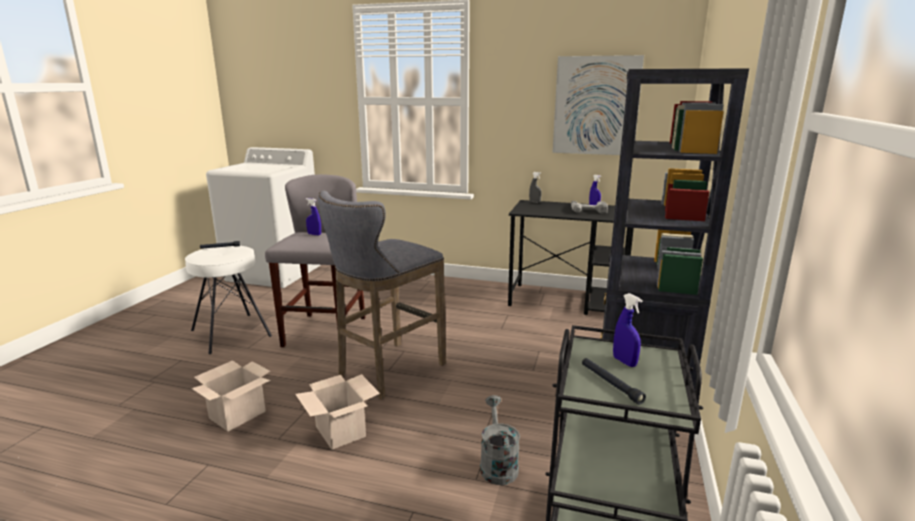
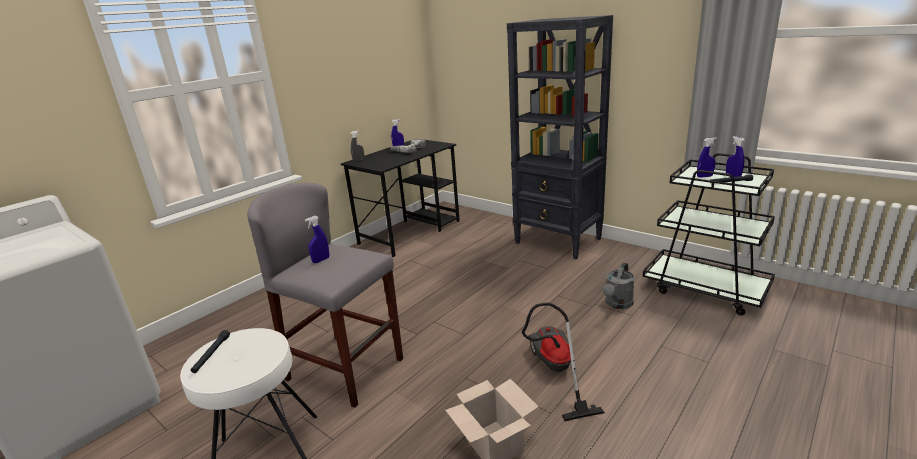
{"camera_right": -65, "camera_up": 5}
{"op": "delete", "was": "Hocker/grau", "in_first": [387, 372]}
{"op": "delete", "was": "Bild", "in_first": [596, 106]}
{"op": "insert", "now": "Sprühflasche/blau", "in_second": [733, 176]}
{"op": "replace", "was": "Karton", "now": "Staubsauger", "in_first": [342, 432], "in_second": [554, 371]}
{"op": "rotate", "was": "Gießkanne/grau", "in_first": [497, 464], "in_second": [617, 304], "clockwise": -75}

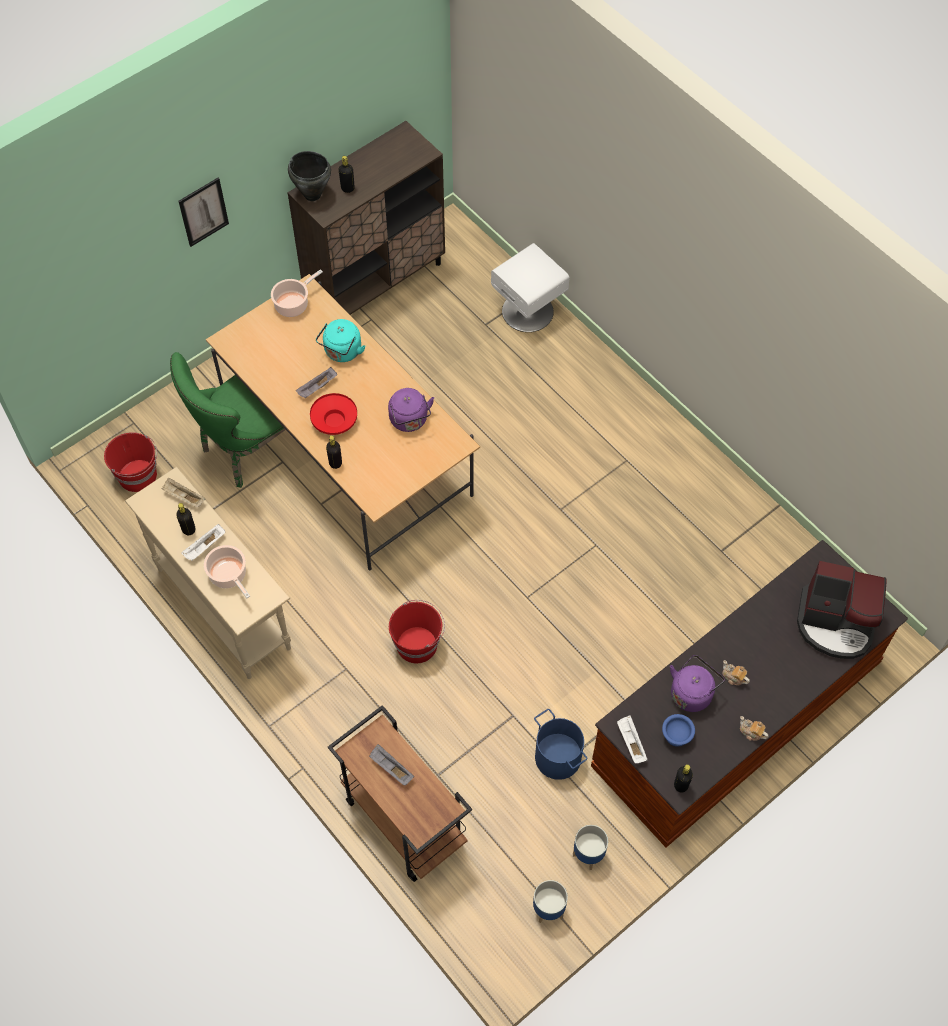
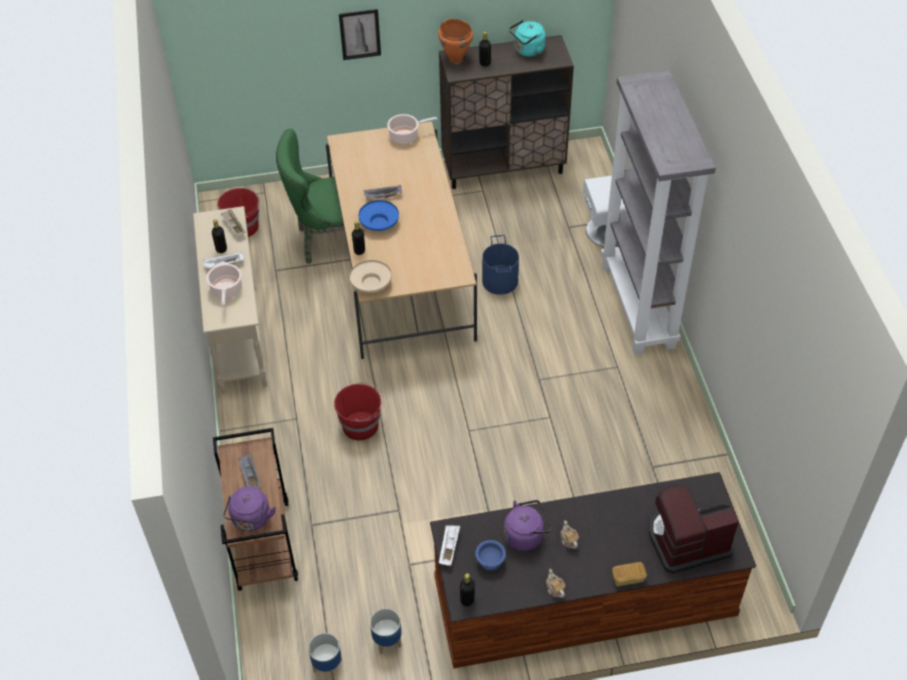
{"camera_right": 30, "camera_up": -10}
{"op": "insert", "now": "Schüssel/beige", "in_second": [371, 284]}
{"op": "insert", "now": "Bücherregal/grau", "in_second": [639, 305]}
{"op": "insert", "now": "Brot", "in_second": [628, 578]}
{"op": "move", "was": "Wasserkessel/türkis", "in_first": [342, 352], "in_second": [527, 51]}
{"op": "move", "was": "Wasserkessel/lila", "in_first": [410, 421], "in_second": [251, 520]}
{"op": "move", "was": "Eimer/blau", "in_first": [558, 757], "in_second": [500, 281]}
{"op": "recolor", "was": "Kochtopf/schwarz", "now": "Kochtopf/orange", "in_first": [312, 194], "in_second": [456, 58]}
{"op": "recolor", "was": "Schüssel/rot", "now": "Schüssel/blau", "in_first": [334, 421], "in_second": [379, 223]}
{"op": "rotate", "was": "Kaffeemaschine", "in_first": [836, 624], "in_second": [686, 541], "clockwise": 120}

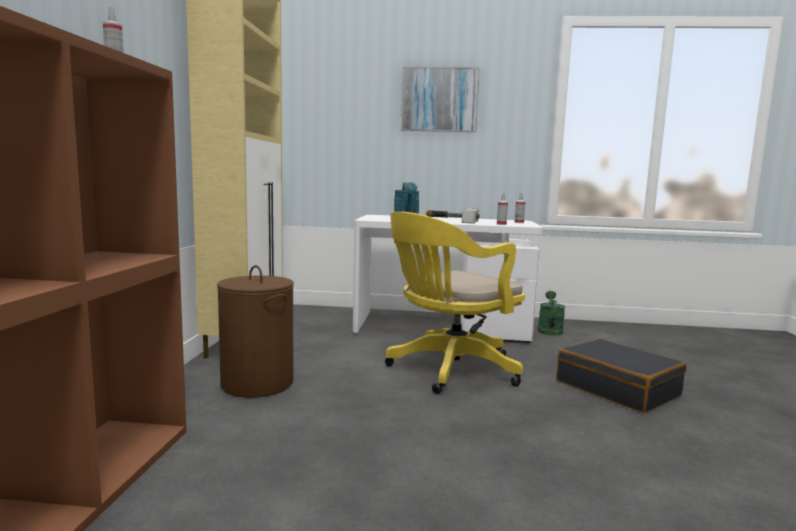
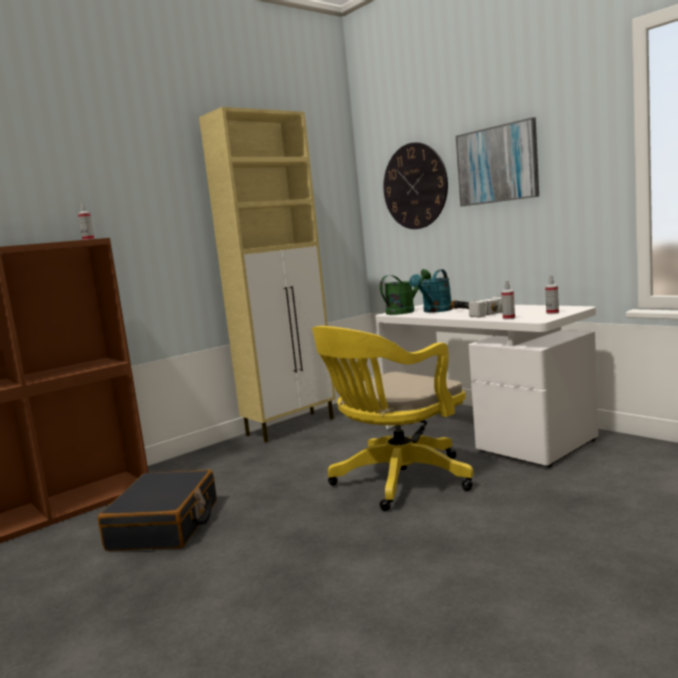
{"camera_right": 45, "camera_up": 0}
{"op": "delete", "was": "Wäschekorb/braun", "in_first": [257, 383]}
{"op": "insert", "now": "Wanduhr", "in_second": [415, 186]}
{"op": "move", "was": "Gießkanne/grün", "in_first": [549, 330], "in_second": [404, 311]}
{"op": "move", "was": "Koffer/schwarz", "in_first": [617, 388], "in_second": [165, 525]}
{"op": "rotate", "was": "Bürostuhl/gelb", "in_first": [448, 370], "in_second": [396, 481], "clockwise": -45}

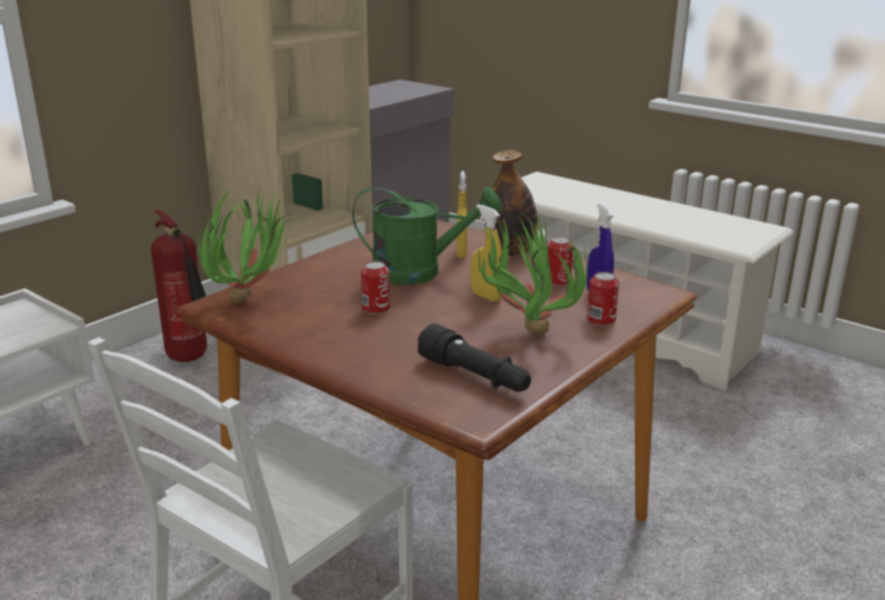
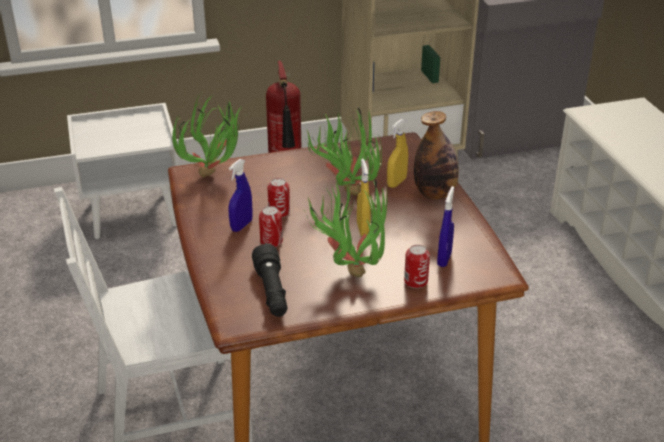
{"camera_right": 35, "camera_up": 10}
{"op": "insert", "now": "Sprühflasche/blau", "in_second": [241, 226]}
{"op": "move", "was": "Dose", "in_first": [557, 280], "in_second": [271, 241]}
{"op": "replace", "was": "Gießkanne/grün", "now": "Topfpflanze", "in_first": [419, 272], "in_second": [345, 190]}

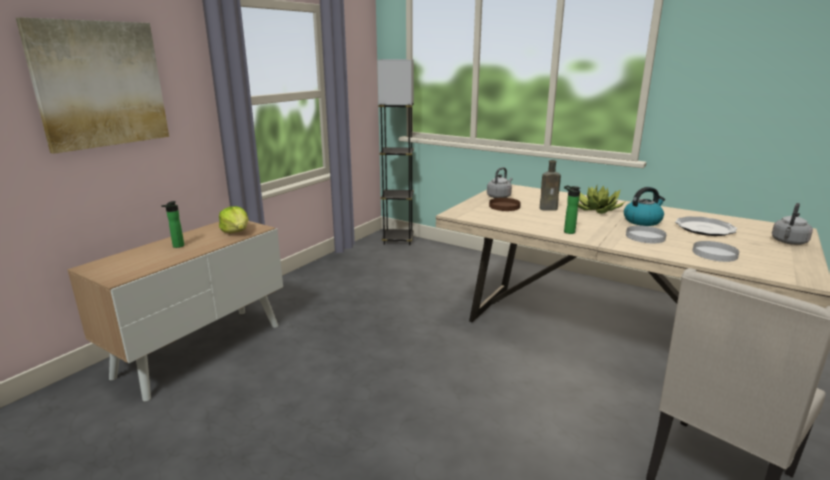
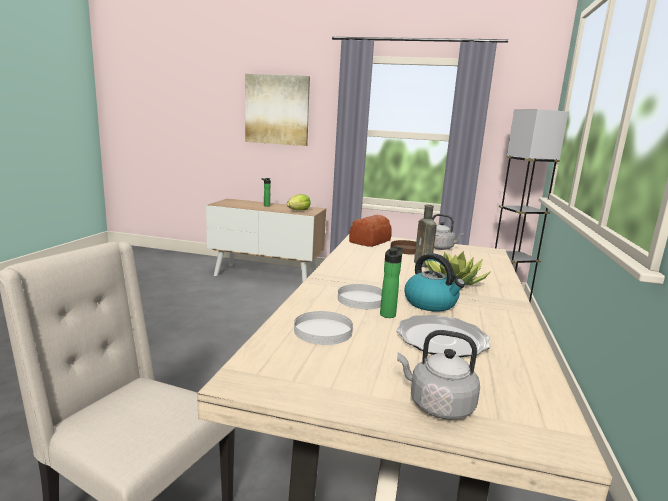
{"camera_right": 70, "camera_up": -5}
{"op": "insert", "now": "Brot", "in_second": [369, 241]}
{"op": "move", "was": "Flasche", "in_first": [567, 231], "in_second": [388, 314]}

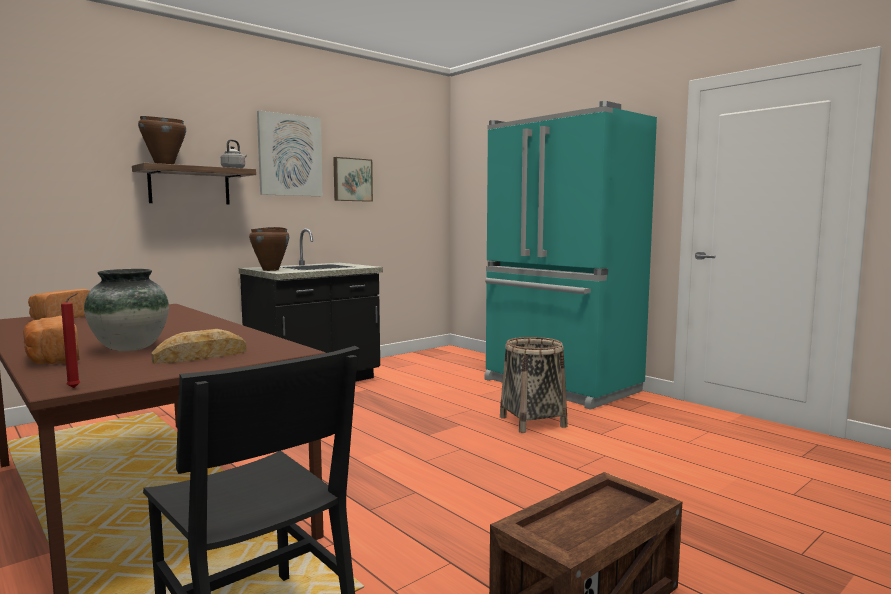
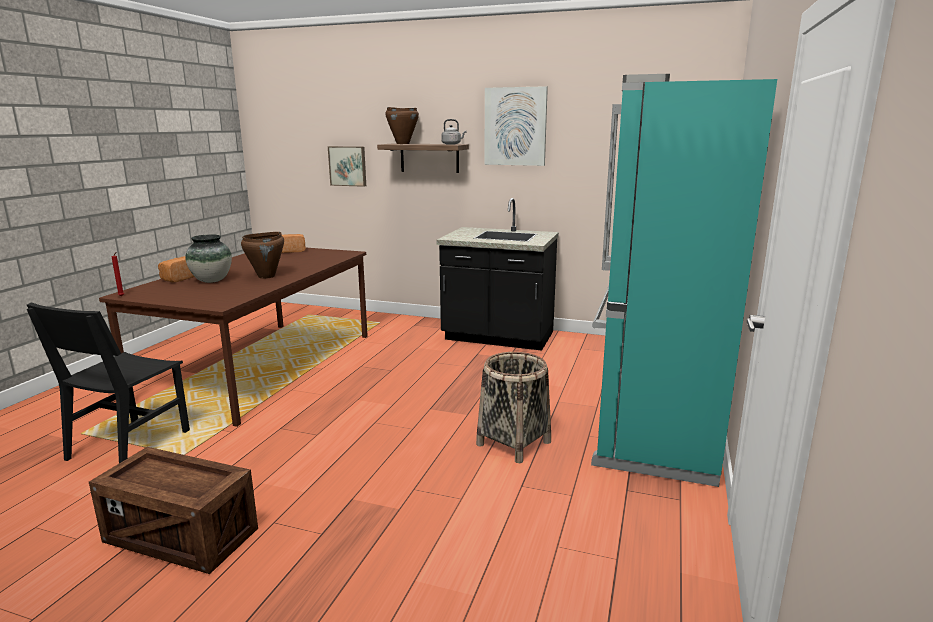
{"camera_right": 60, "camera_up": 10}
{"op": "delete", "was": "Brot", "in_first": [201, 356]}
{"op": "move", "was": "Kochtopf/braun", "in_first": [271, 270], "in_second": [267, 276]}
{"op": "move", "was": "Bild", "in_first": [352, 180], "in_second": [348, 166]}

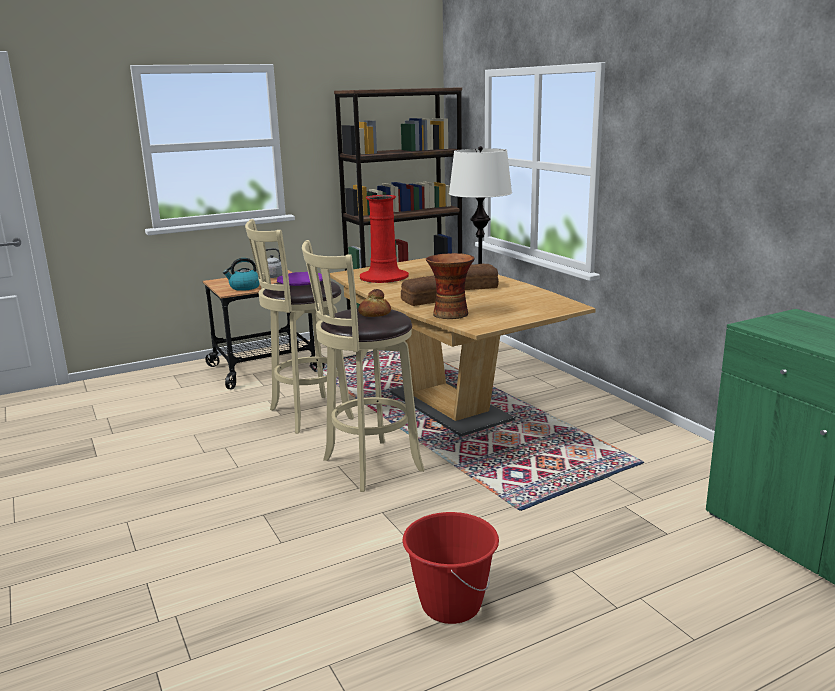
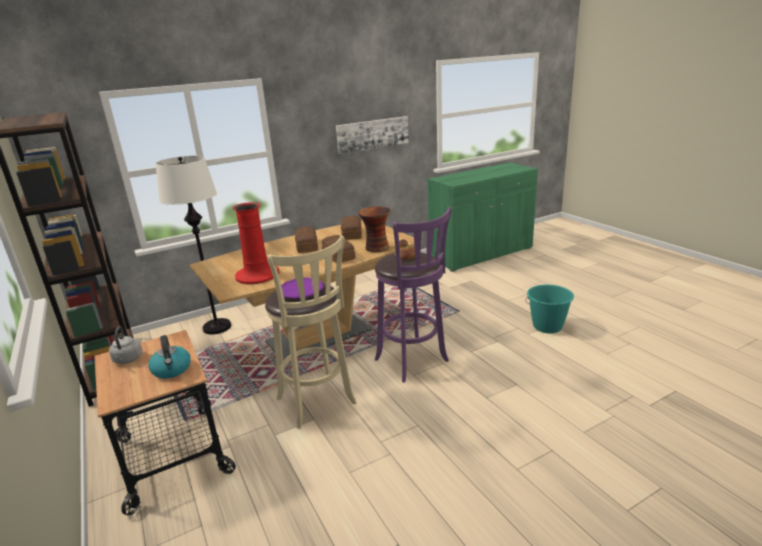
{"camera_right": -90, "camera_up": 5}
{"op": "insert", "now": "Bild", "in_second": [372, 134]}
{"op": "insert", "now": "Brot", "in_second": [351, 234]}
{"op": "recolor", "was": "Hocker/beige", "now": "Hocker/lila", "in_first": [368, 466], "in_second": [413, 362]}
{"op": "recolor", "was": "Eimer/rot", "now": "Eimer/türkis", "in_first": [450, 605], "in_second": [547, 327]}

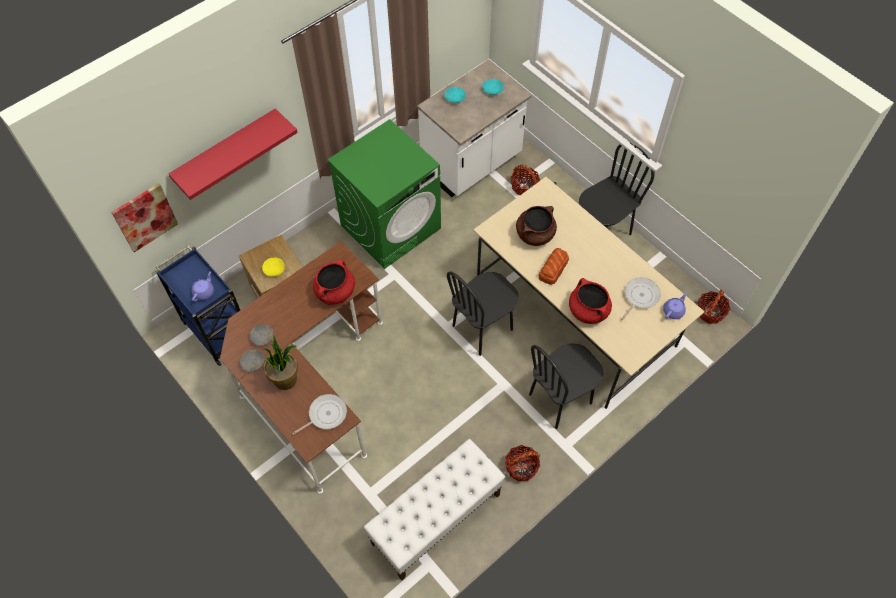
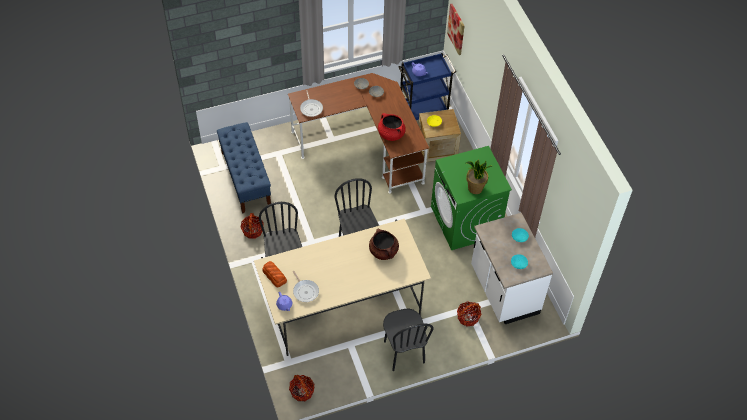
{"camera_right": 110, "camera_up": -5}
{"op": "delete", "was": "Wandregal/rot", "in_first": [226, 150]}
{"op": "delete", "was": "Kochtopf/rot", "in_first": [588, 310]}
{"op": "move", "was": "Topfpflanze", "in_first": [286, 379], "in_second": [475, 188]}
{"op": "move", "was": "Brot", "in_first": [553, 268], "in_second": [274, 275]}
{"op": "recolor", "was": "Bank/weiß", "now": "Bank/blau", "in_first": [436, 519], "in_second": [245, 178]}

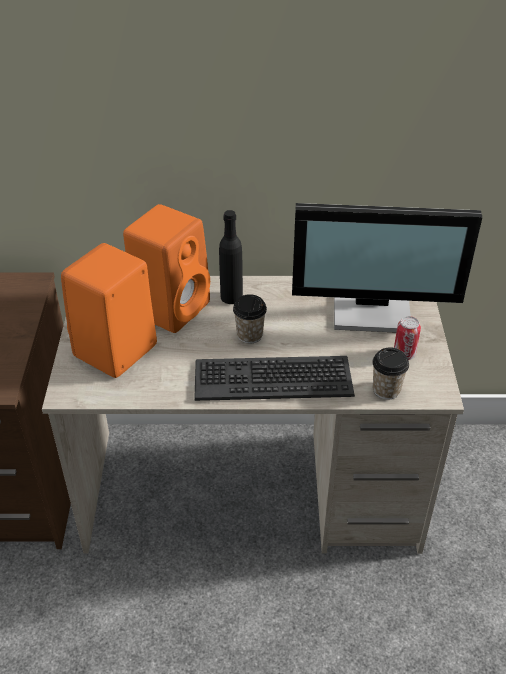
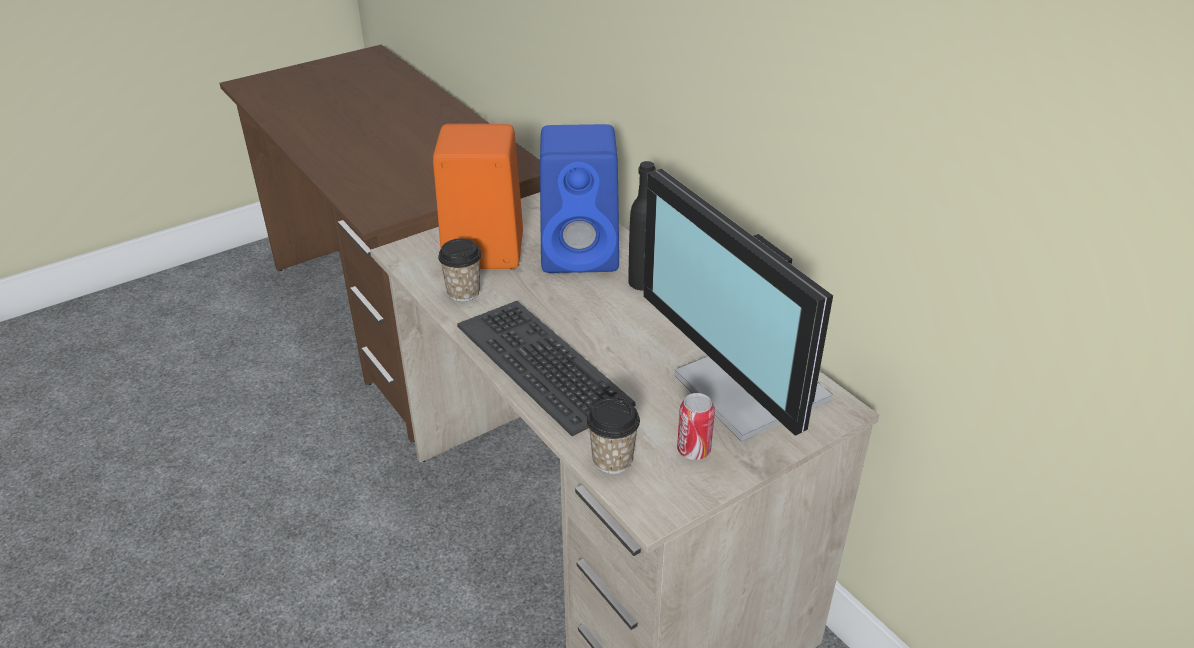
{"camera_right": 55, "camera_up": -5}
{"op": "move", "was": "Tasse", "in_first": [249, 335], "in_second": [463, 292]}
{"op": "recolor", "was": "Lautsprecher/orange", "now": "Lautsprecher/blau", "in_first": [172, 307], "in_second": [582, 253]}

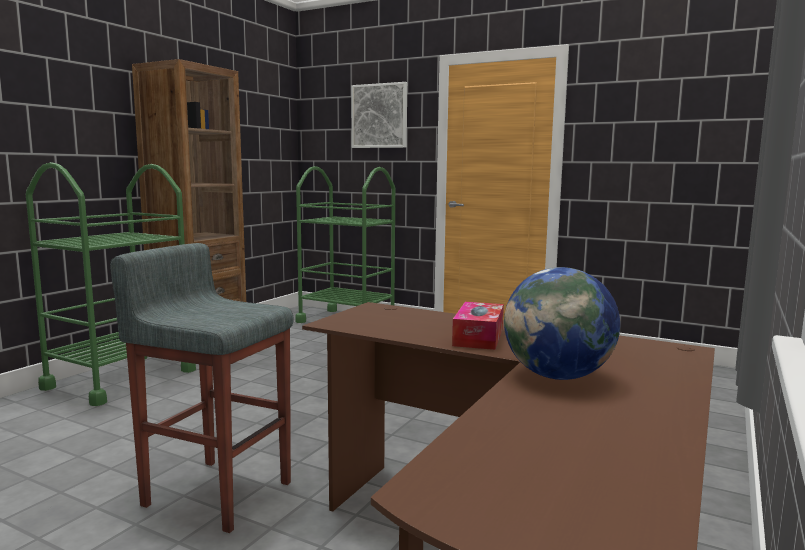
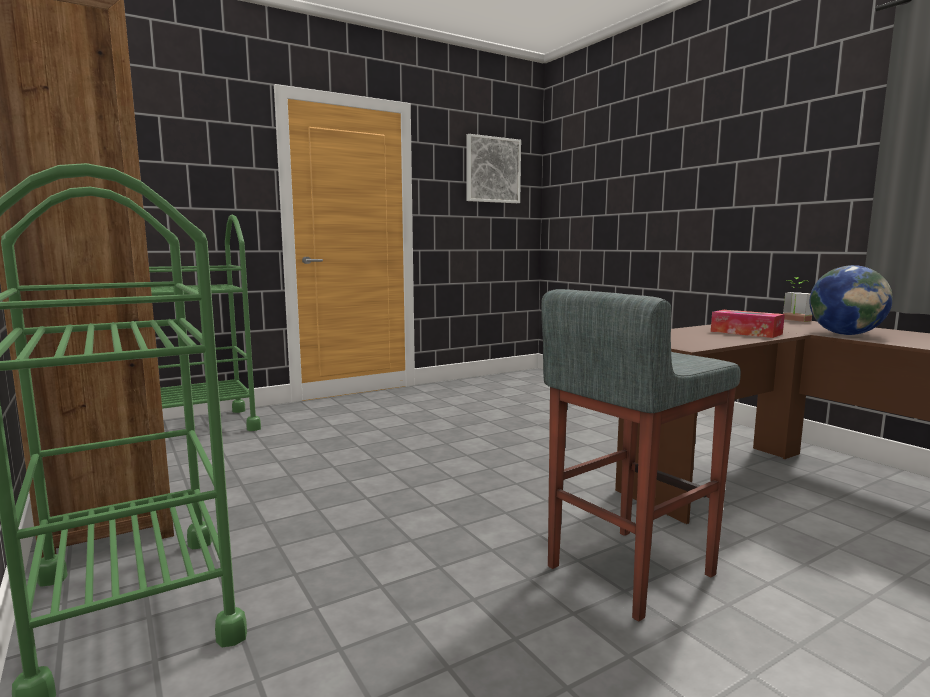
{"camera_right": -60, "camera_up": 0}
{"op": "insert", "now": "Topfpflanze", "in_second": [793, 320]}
{"op": "move", "was": "Bild", "in_first": [379, 116], "in_second": [492, 170]}

